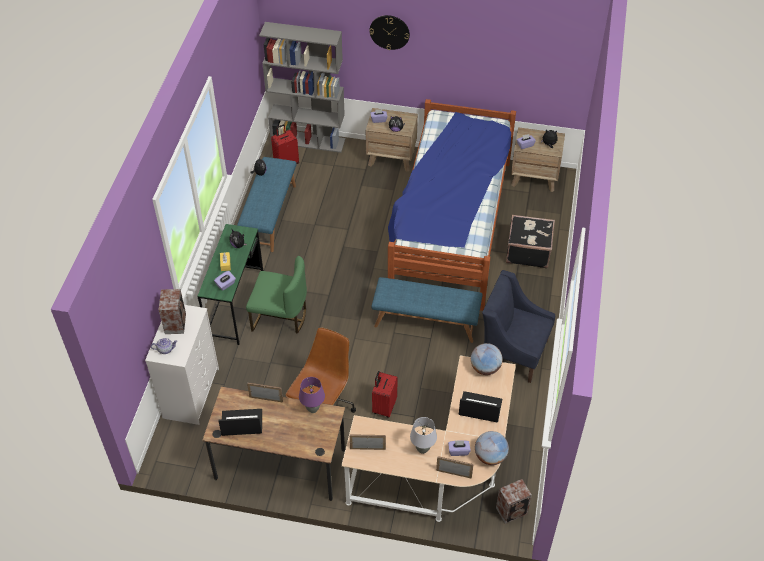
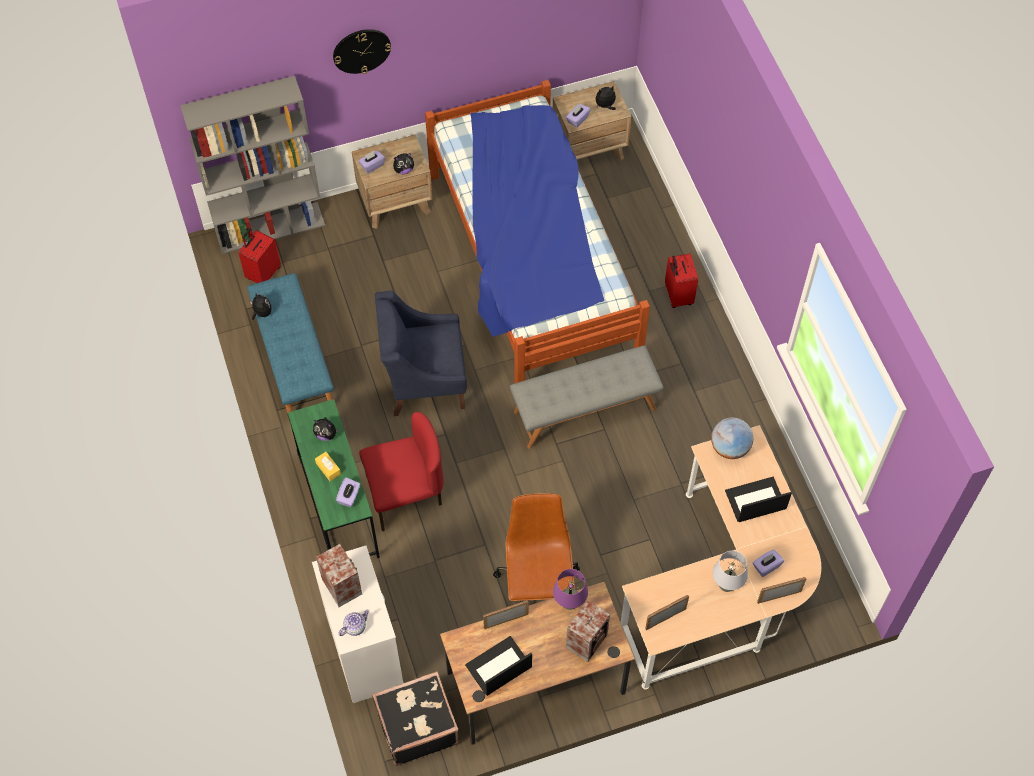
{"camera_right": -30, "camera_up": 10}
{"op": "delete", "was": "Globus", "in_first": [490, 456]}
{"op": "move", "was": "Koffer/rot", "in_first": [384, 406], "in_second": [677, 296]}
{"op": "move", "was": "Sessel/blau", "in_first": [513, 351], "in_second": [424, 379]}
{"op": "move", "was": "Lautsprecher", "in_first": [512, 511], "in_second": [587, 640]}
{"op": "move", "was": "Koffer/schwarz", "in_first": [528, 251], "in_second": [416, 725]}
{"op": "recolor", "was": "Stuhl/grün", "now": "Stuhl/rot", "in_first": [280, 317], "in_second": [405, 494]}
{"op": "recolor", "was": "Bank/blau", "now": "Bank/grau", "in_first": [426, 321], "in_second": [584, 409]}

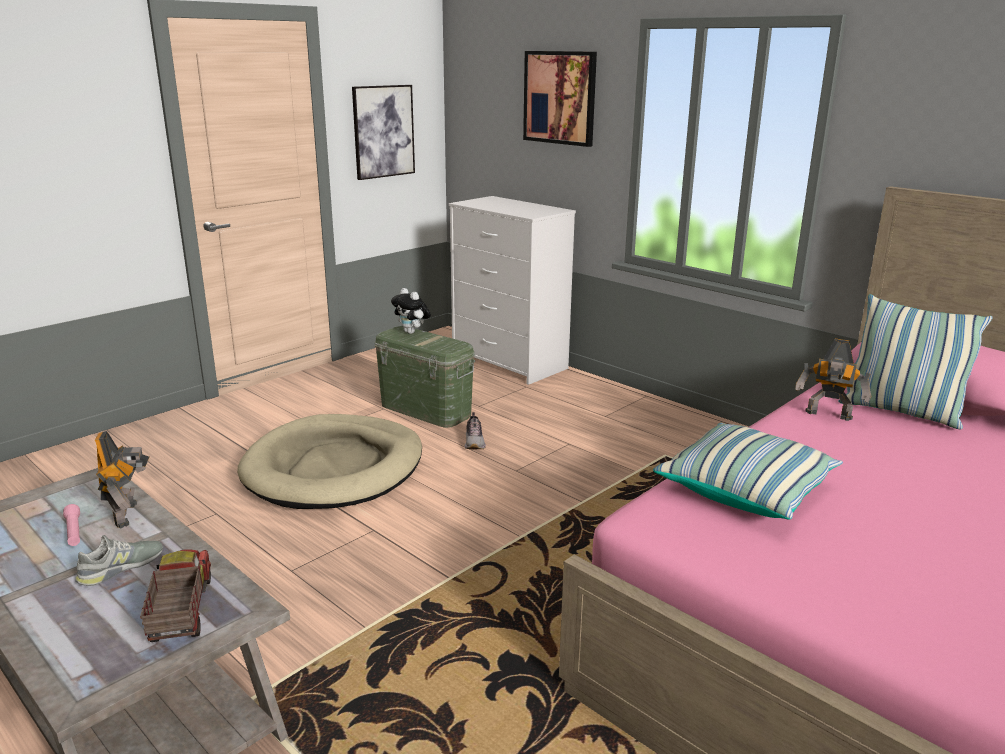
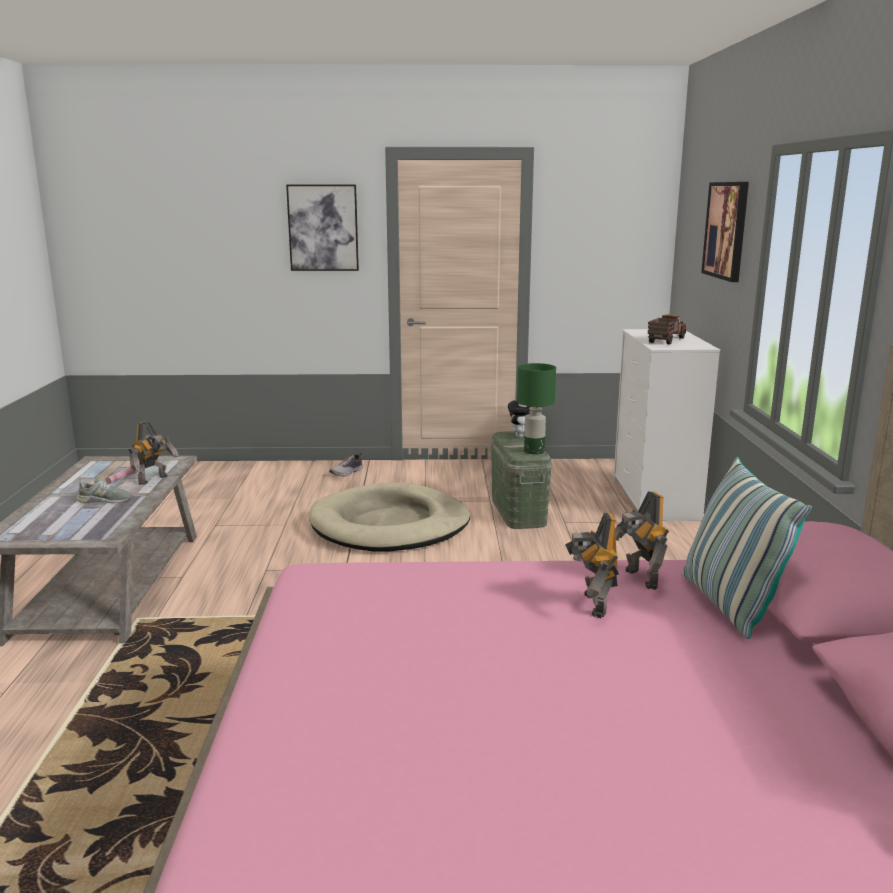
{"camera_right": 45, "camera_up": -5}
{"op": "delete", "was": "Kissen", "in_first": [746, 489]}
{"op": "insert", "now": "Tischlampe/grün", "in_second": [534, 451]}
{"op": "insert", "now": "Spielzeugroboter", "in_second": [592, 605]}
{"op": "move", "was": "Spielzeuglaster", "in_first": [180, 612], "in_second": [665, 340]}
{"op": "move", "was": "Bild", "in_first": [383, 131], "in_second": [323, 228]}
{"op": "move", "was": "Schuh", "in_first": [474, 442], "in_second": [347, 472]}

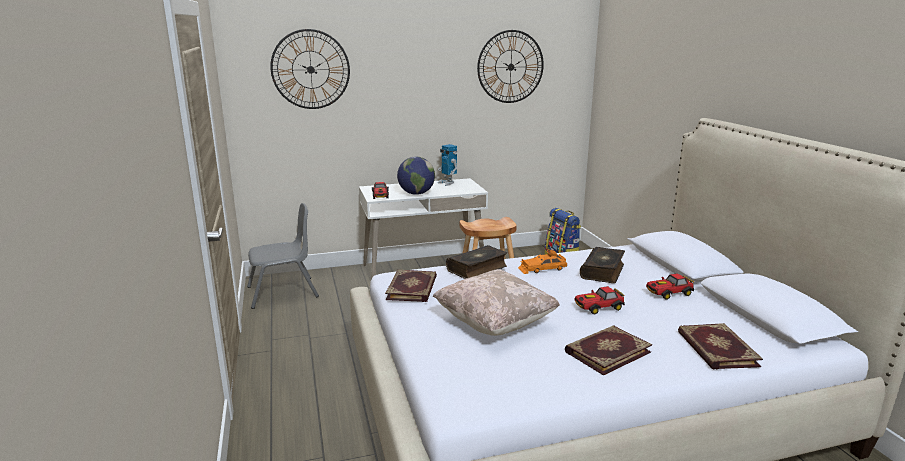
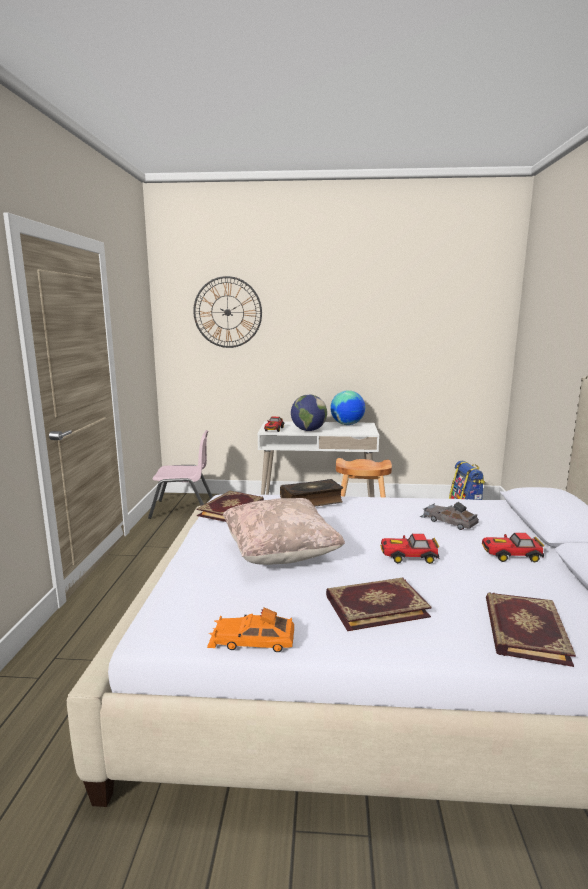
{"camera_right": 20, "camera_up": -5}
{"op": "delete", "was": "Wanduhr", "in_first": [510, 67]}
{"op": "move", "was": "Spielzeugauto/orange", "in_first": [542, 268], "in_second": [251, 641]}
{"op": "replace", "was": "Spielzeugroboter", "now": "Globus", "in_first": [447, 183], "in_second": [347, 424]}
{"op": "replace", "was": "Buch", "now": "Spielzeugauto/grau", "in_first": [603, 271], "in_second": [448, 521]}
{"op": "recolor", "was": "Stuhl/grau", "now": "Stuhl/rosa", "in_first": [283, 292], "in_second": [183, 509]}

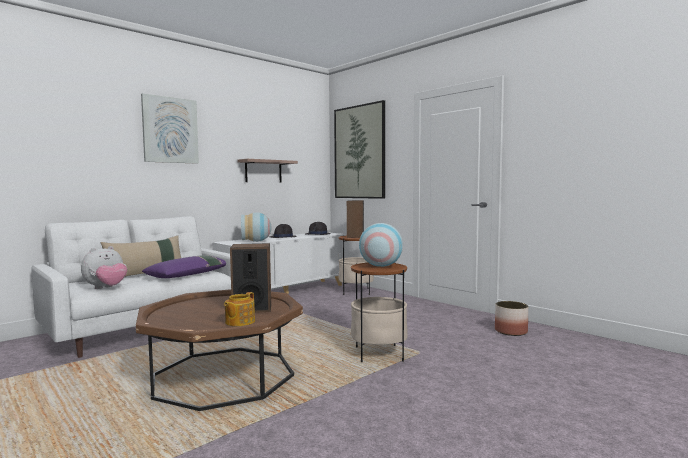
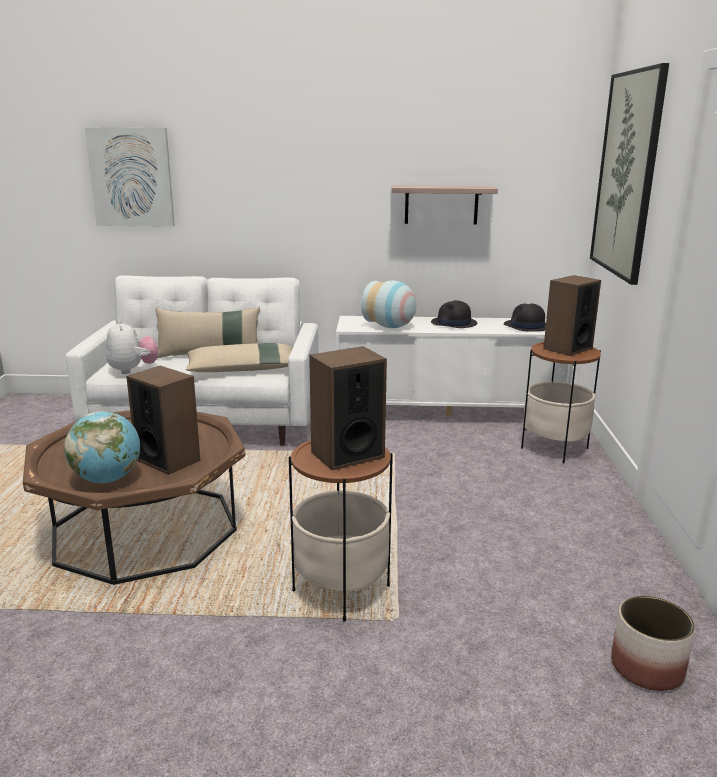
{"camera_right": 45, "camera_up": 15}
{"op": "move", "was": "Bild", "in_first": [170, 130], "in_second": [131, 177]}
{"op": "replace", "was": "Teekanne", "now": "Globus", "in_first": [239, 322], "in_second": [107, 479]}
{"op": "replace", "was": "Vase", "now": "Lautsprecher", "in_first": [381, 266], "in_second": [347, 454]}
{"op": "recolor", "was": "Kissen/lila", "now": "Kissen/beige", "in_first": [189, 275], "in_second": [242, 369]}
{"op": "rotate", "was": "Plüschtier", "in_first": [106, 288], "in_second": [133, 370], "clockwise": -105}

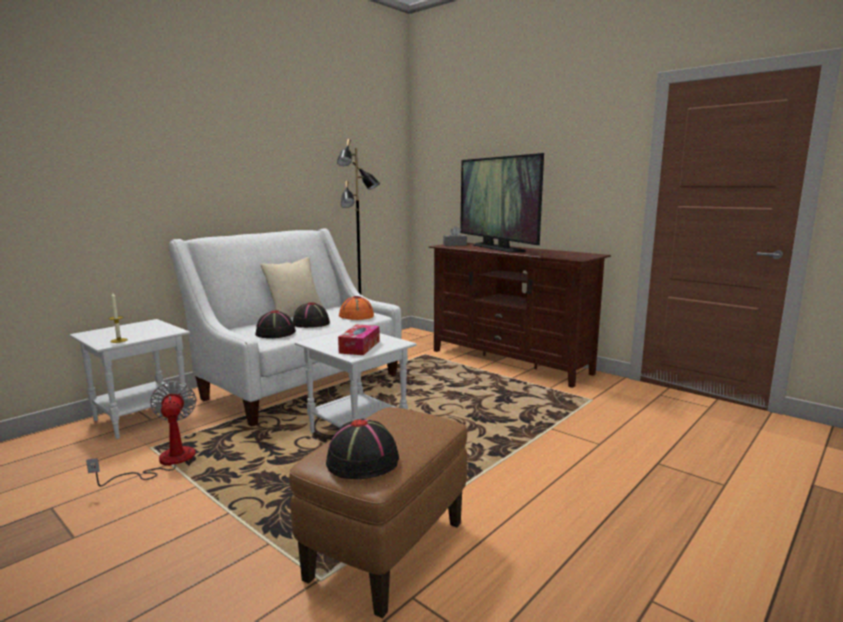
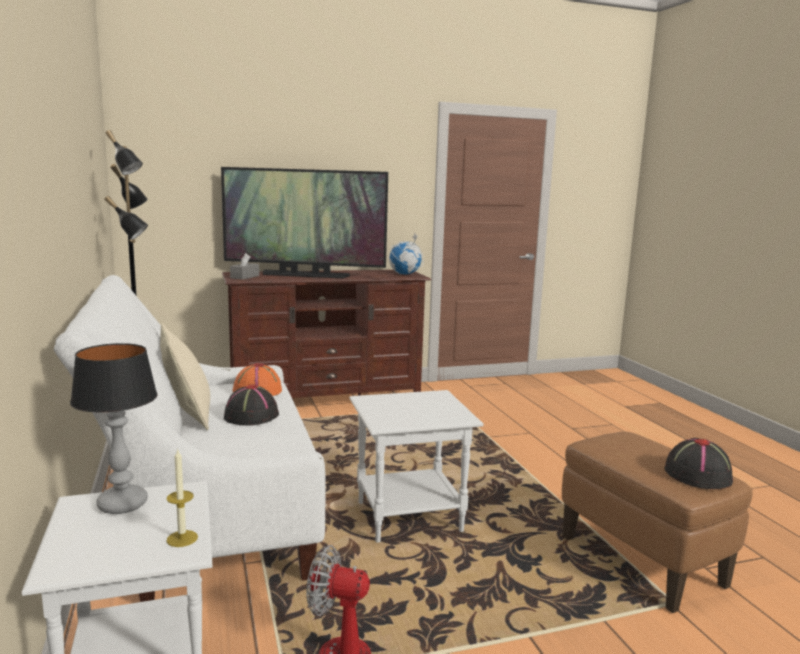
{"camera_right": -60, "camera_up": 0}
{"op": "delete", "was": "Hut/schwarz", "in_first": [275, 333]}
{"op": "delete", "was": "Taschentuchbox", "in_first": [359, 347]}
{"op": "insert", "now": "Tischlampe", "in_second": [121, 504]}
{"op": "insert", "now": "Globus", "in_second": [405, 274]}

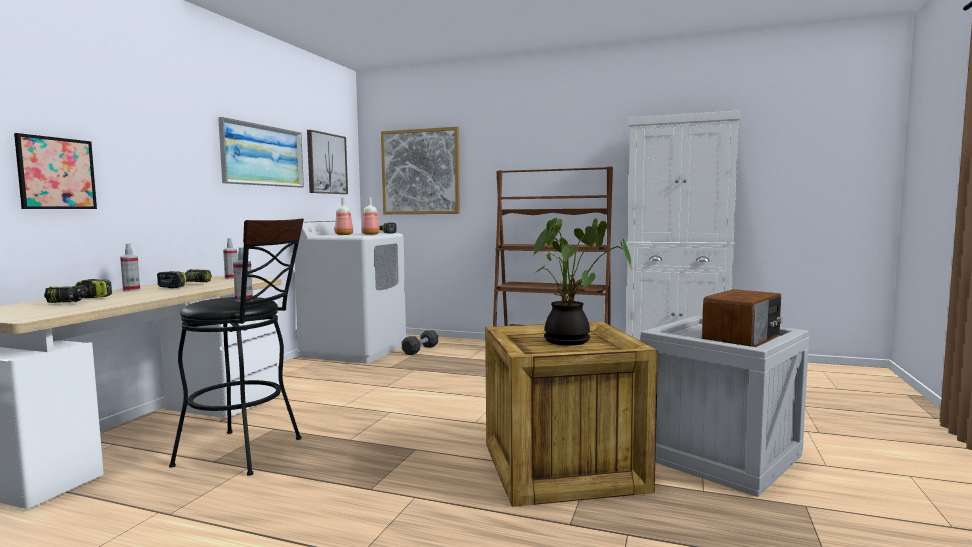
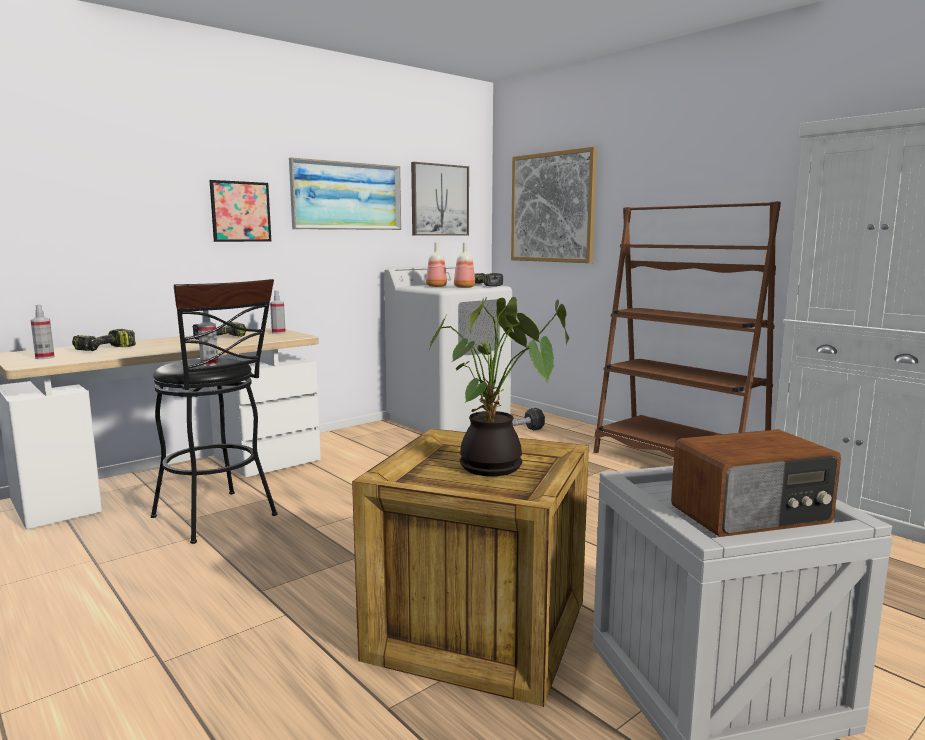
{"camera_right": 30, "camera_up": 5}
{"op": "move", "was": "Bild", "in_first": [57, 173], "in_second": [240, 211]}
{"op": "move", "was": "Sprühflasche", "in_first": [131, 290], "in_second": [45, 357]}

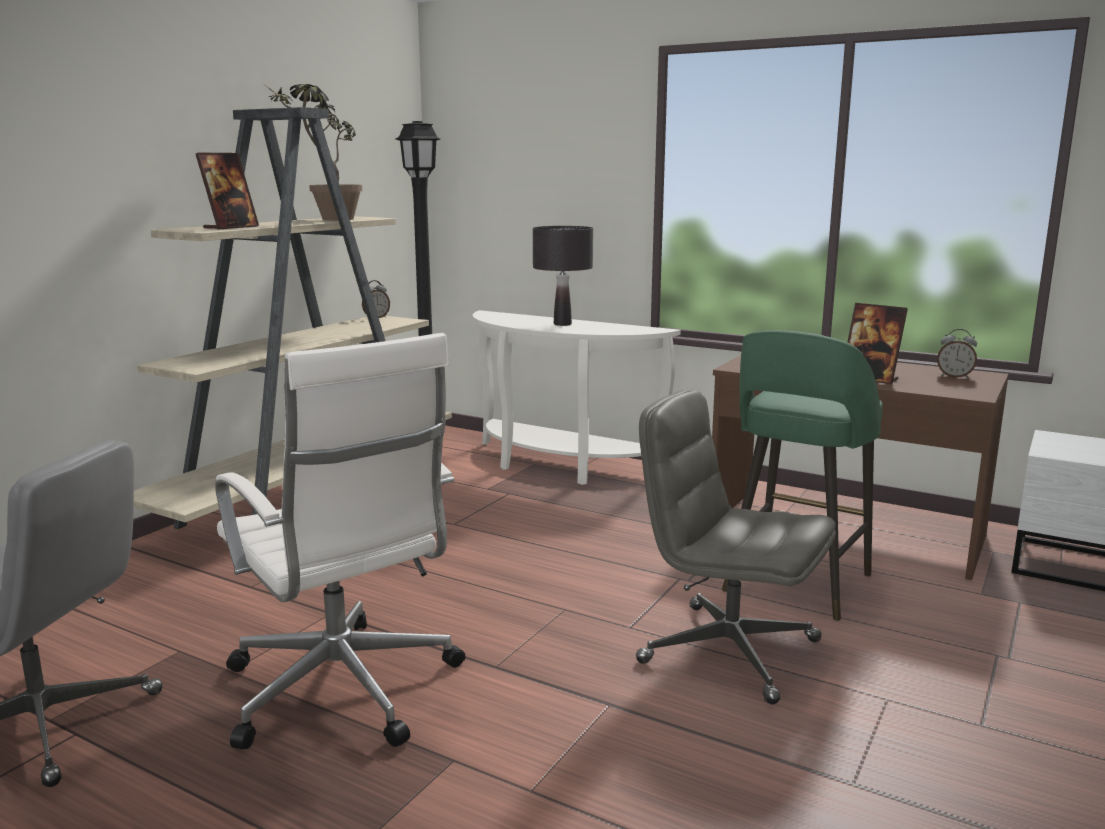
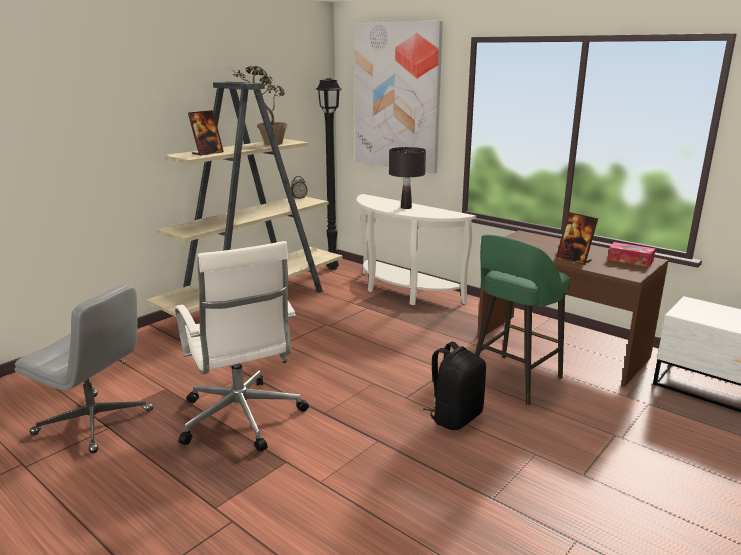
{"camera_right": 10, "camera_up": 5}
{"op": "insert", "now": "Bild", "in_second": [396, 97]}
{"op": "replace", "was": "Bürostuhl/grau", "now": "Rucksack/schwarz", "in_first": [727, 651], "in_second": [455, 417]}
{"op": "replace", "was": "Wecker", "now": "Taschentuchbox", "in_first": [954, 376], "in_second": [630, 260]}

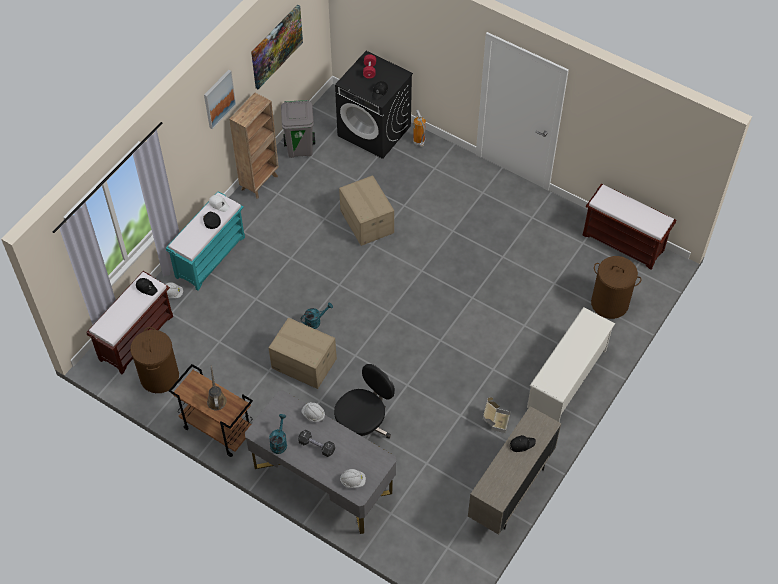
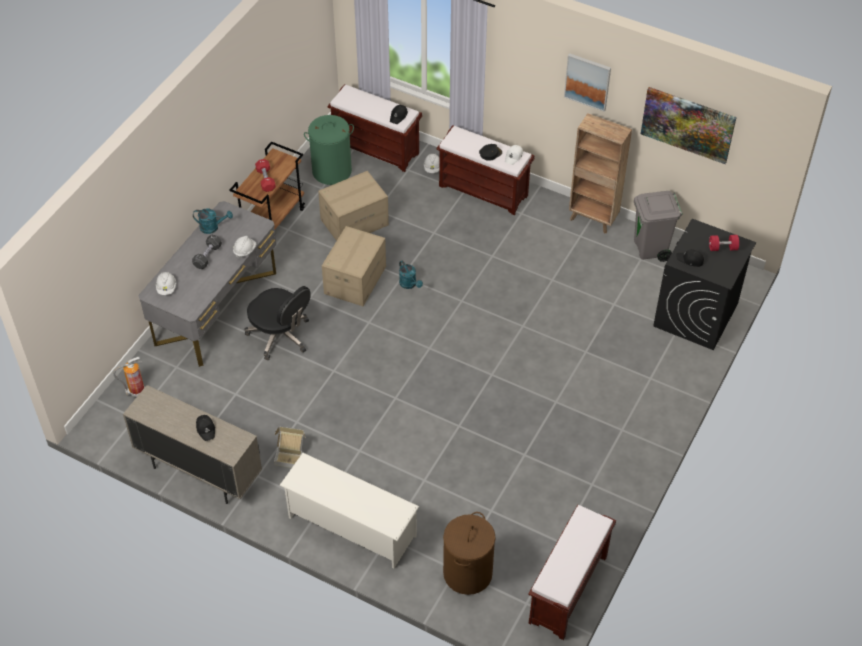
{"camera_right": 85, "camera_up": -5}
{"op": "move", "was": "Karton", "in_first": [366, 222], "in_second": [354, 222]}
{"op": "move", "was": "Feuerlöscher", "in_first": [419, 142], "in_second": [136, 392]}
{"op": "replace", "was": "Gießkanne/braun", "now": "Hantel/rot", "in_first": [216, 399], "in_second": [266, 180]}
{"op": "recolor", "was": "Wäschekorb/braun", "now": "Wäschekorb/grün", "in_first": [159, 376], "in_second": [332, 171]}
{"op": "recolor", "was": "Bank/türkis", "now": "Bank/braun", "in_first": [210, 256], "in_second": [484, 191]}

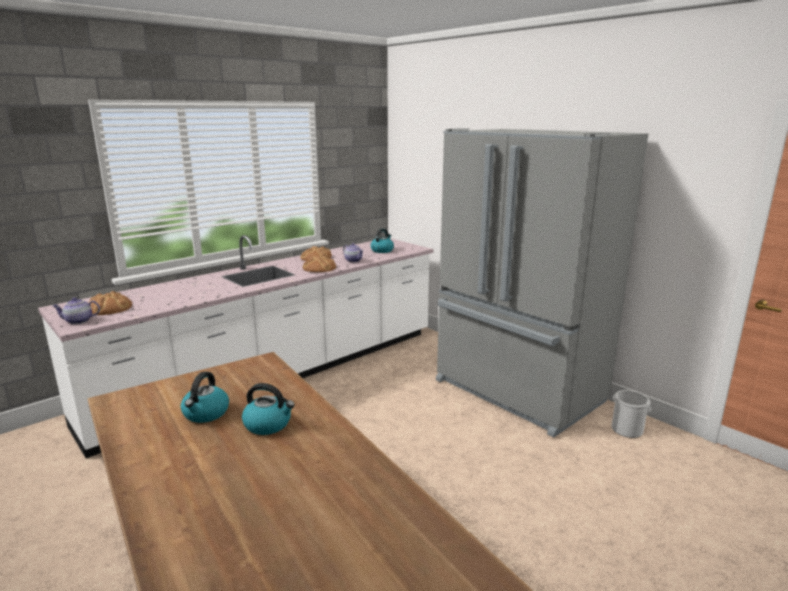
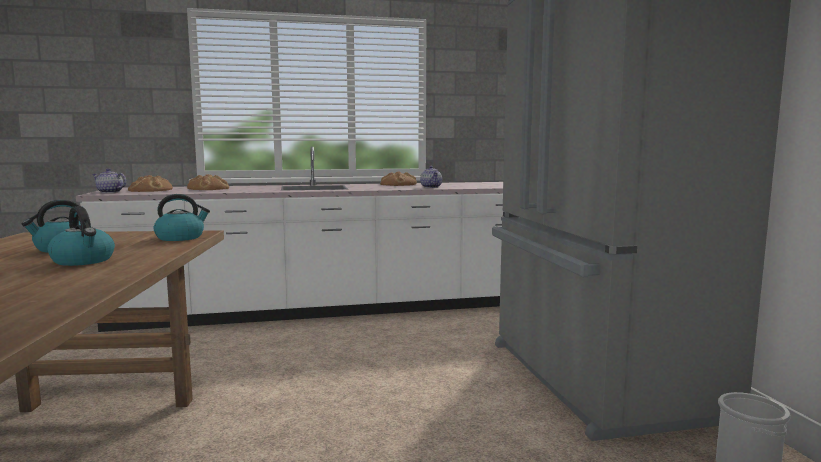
{"camera_right": 30, "camera_up": -10}
{"op": "move", "was": "Brot", "in_first": [319, 268], "in_second": [209, 188]}
{"op": "move", "was": "Wasserkessel", "in_first": [382, 250], "in_second": [181, 237]}

